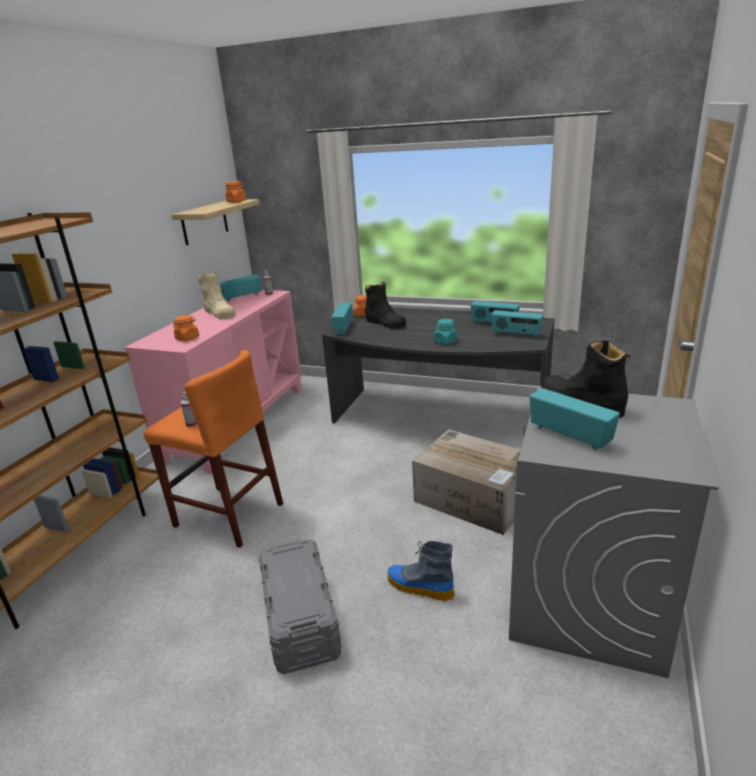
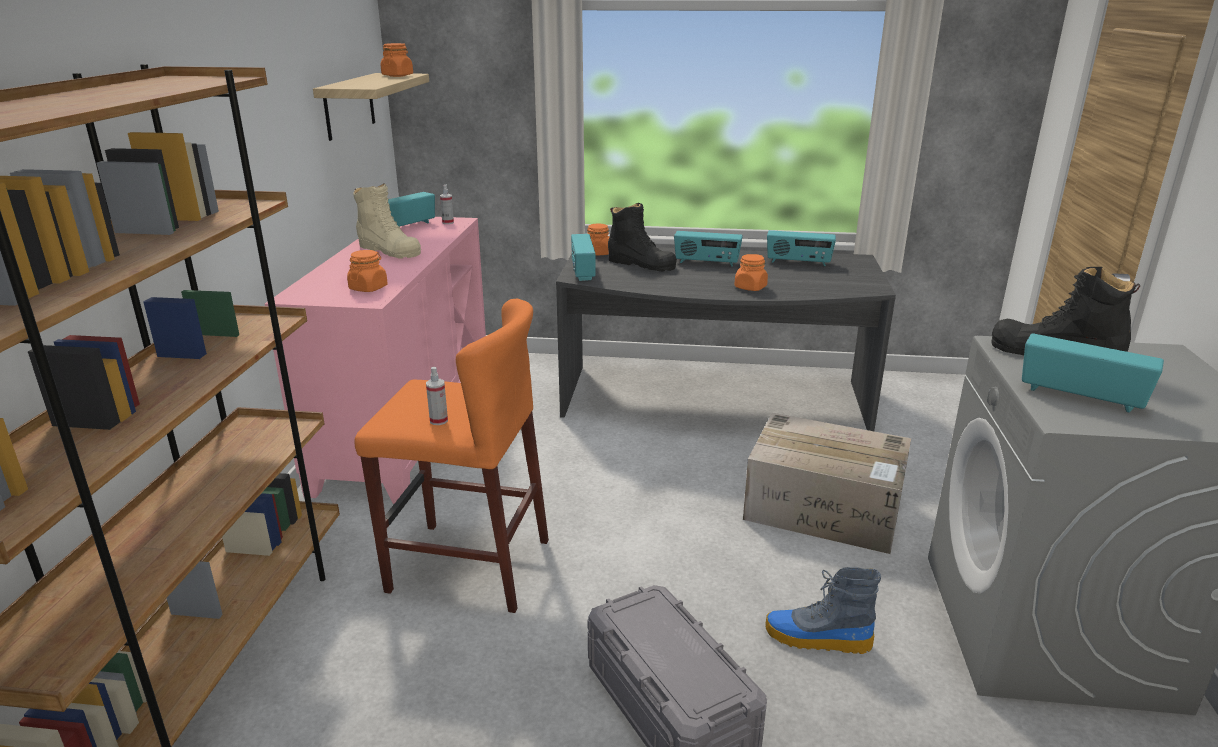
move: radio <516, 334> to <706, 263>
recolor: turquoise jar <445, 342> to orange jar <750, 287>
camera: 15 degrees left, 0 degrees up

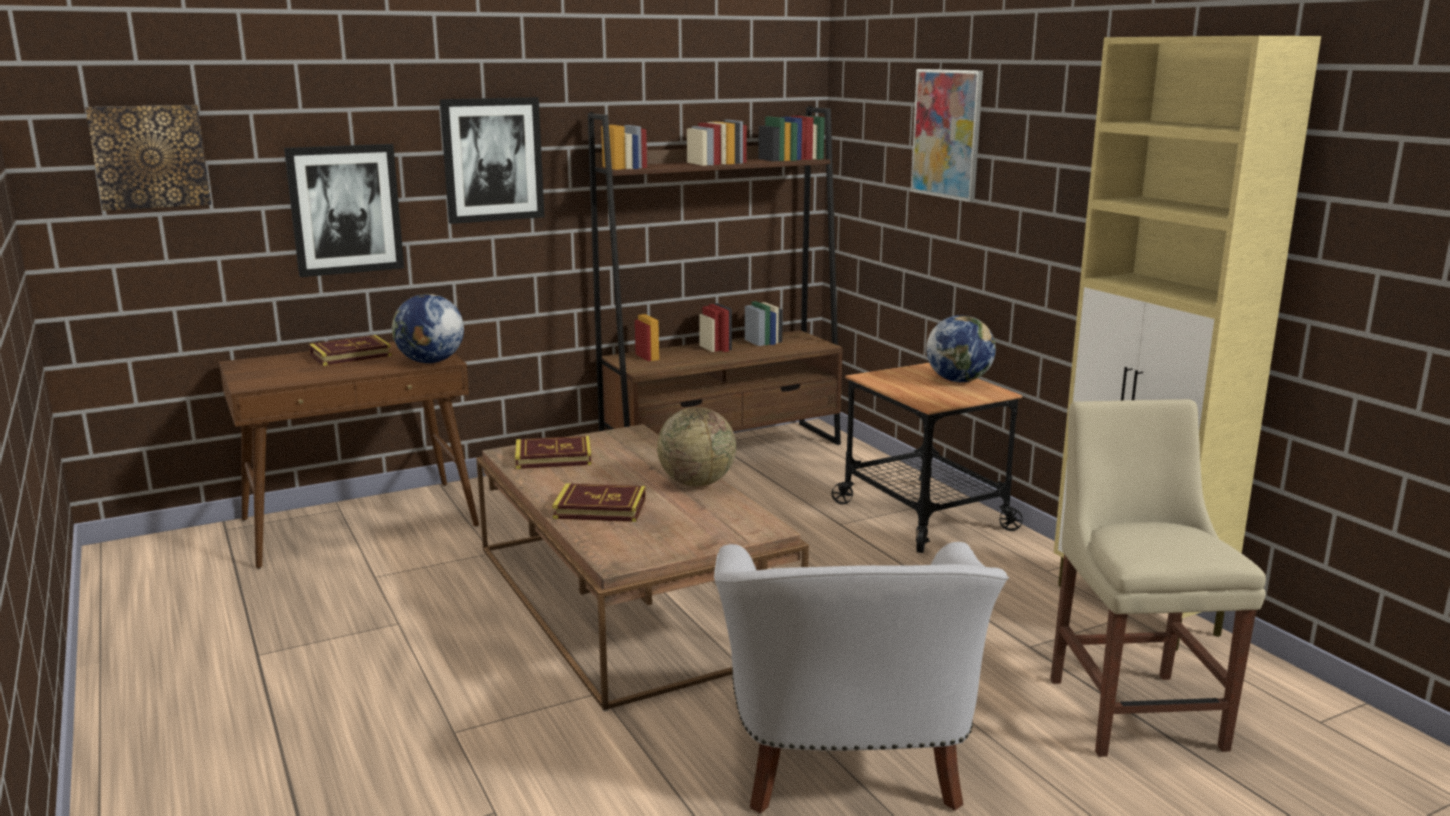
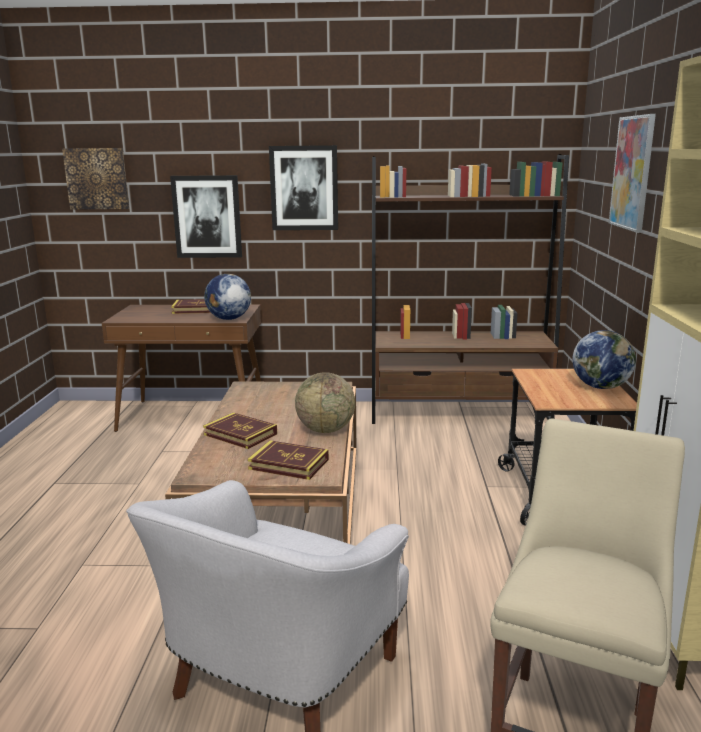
move: book <553, 457> to <289, 464>
camera: 30 degrees right, 0 degrees up

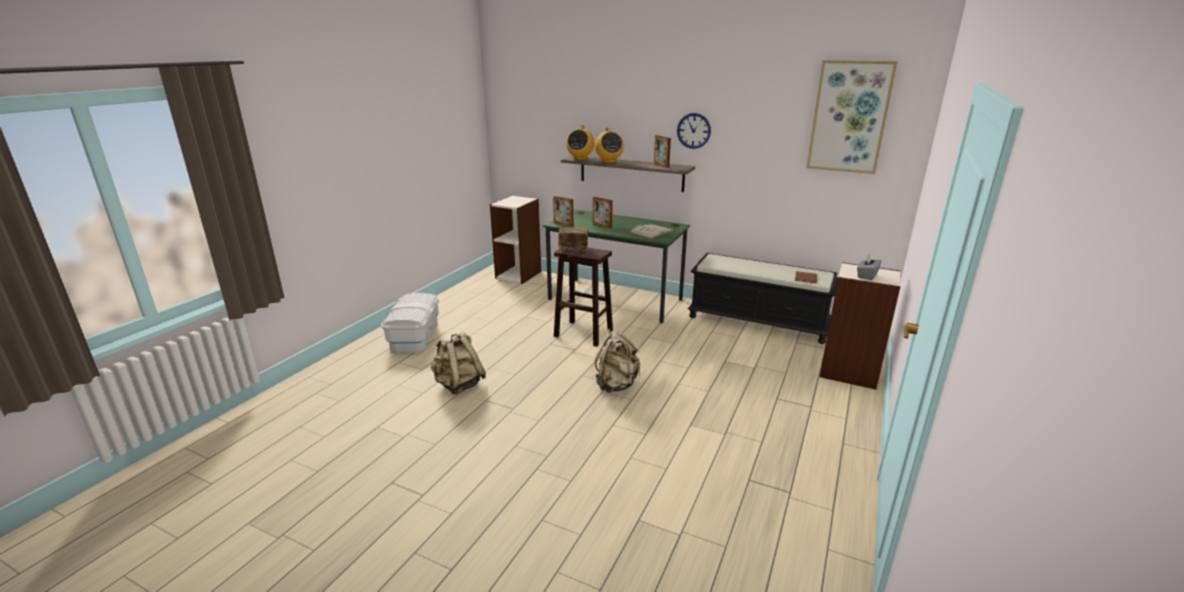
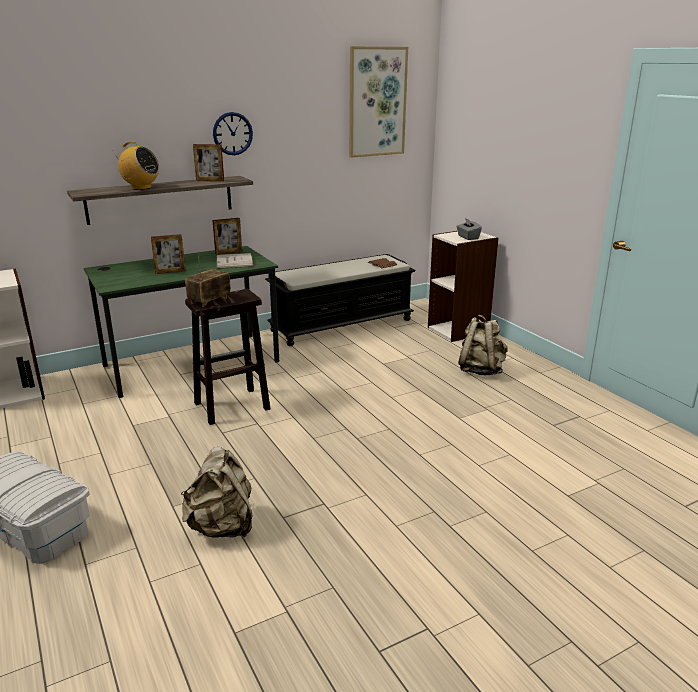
delete: radio <580, 158>
move: picture frame <563, 224> to <228, 252>; beige backpack <616, 385> to <480, 370>
camera: 55 degrees left, 0 degrees up

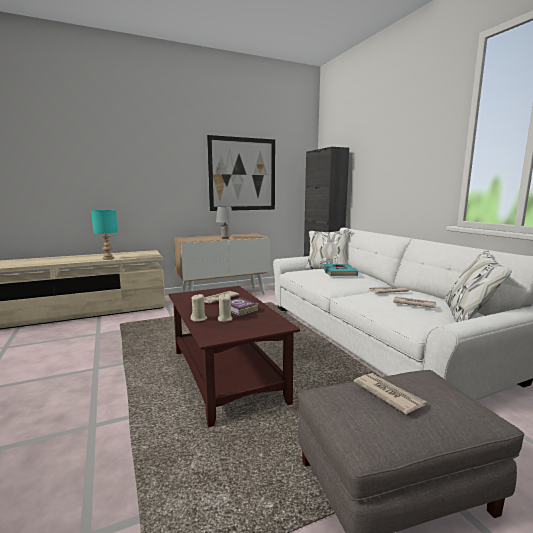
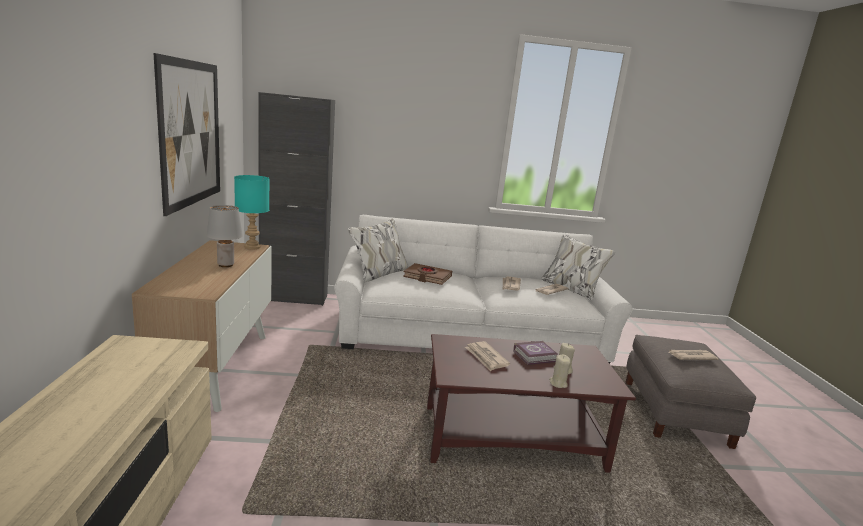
move: turquoise table lamp <108, 258> to <253, 247>
recolor: turquoise book <339, 273> to brown book <427, 277>
camera: 70 degrees left, 5 degrees up

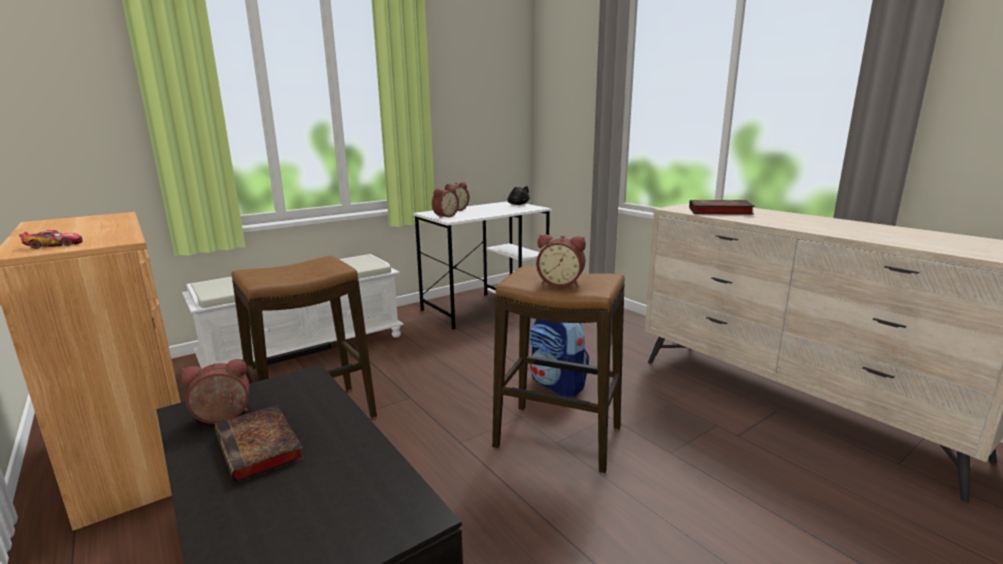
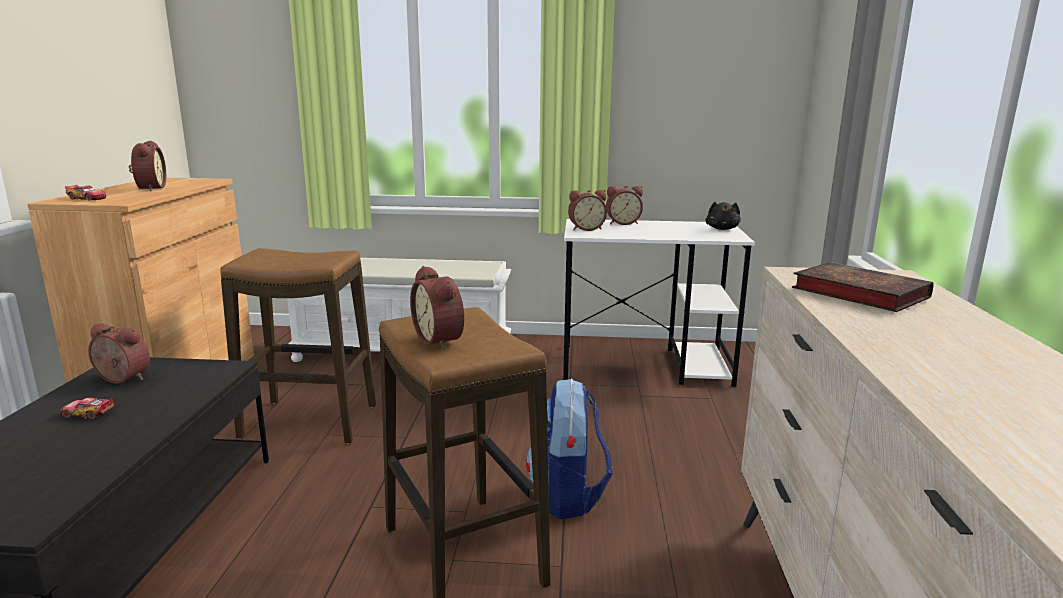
insert: alarm clock <149, 188>
replace: book <260, 448> to toy car <87, 414>
camera: 40 degrees right, 0 degrees up

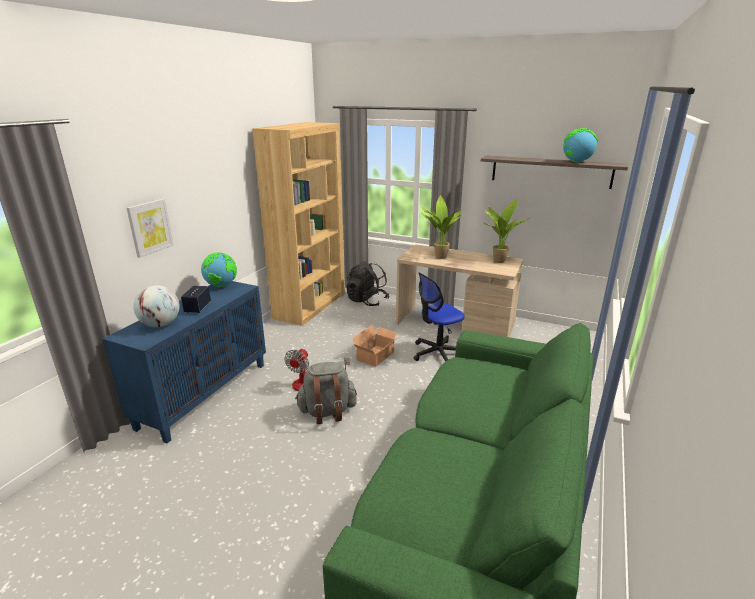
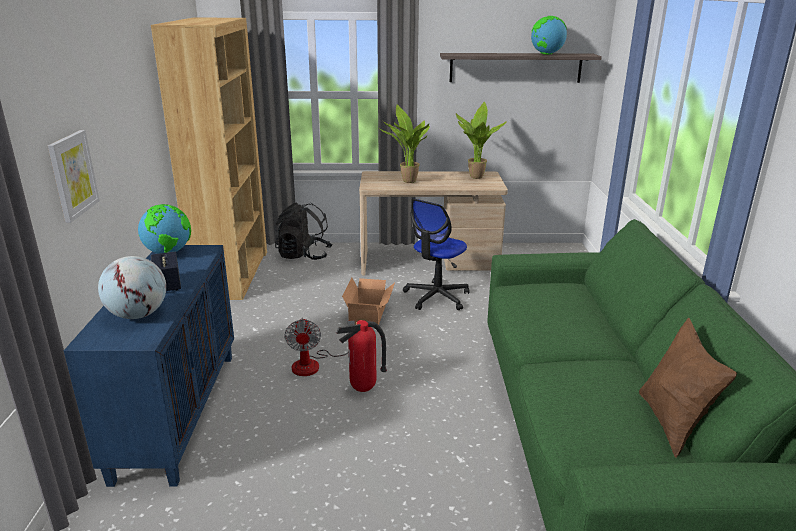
insert: brown pillow <672, 424>
replace: grey backpack <327, 412> to fire extinguisher <363, 389>
camera: 25 degrees left, 0 degrees up

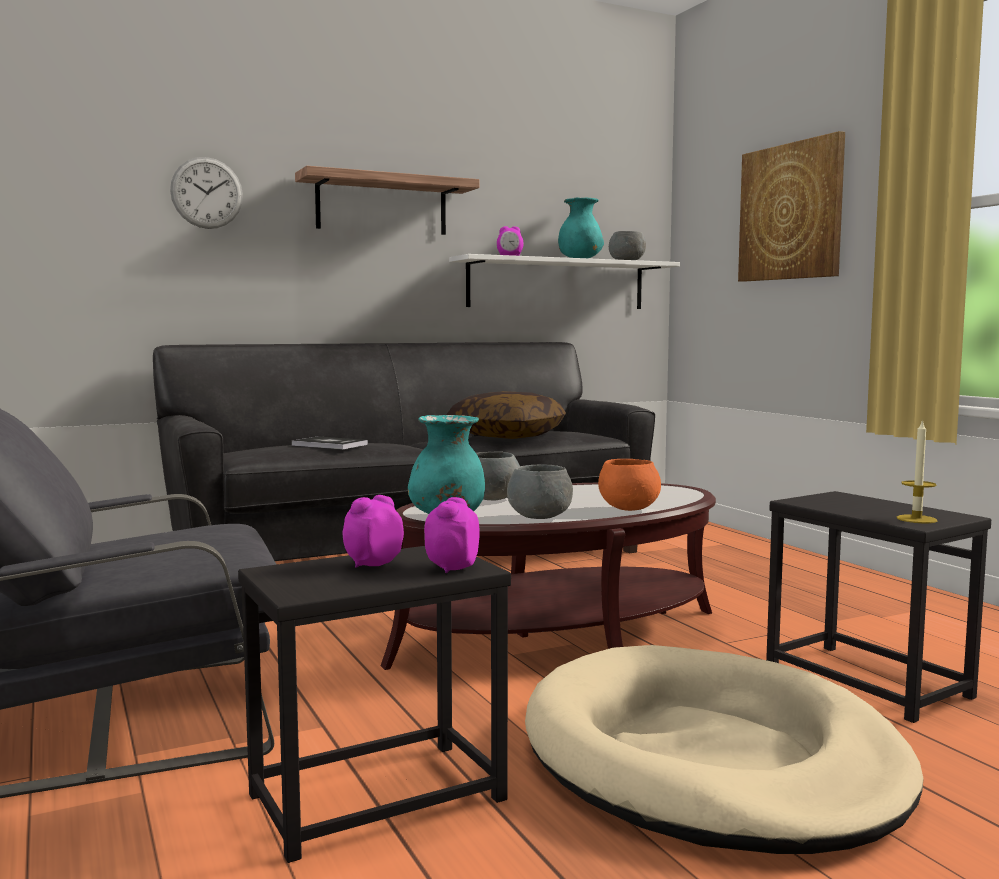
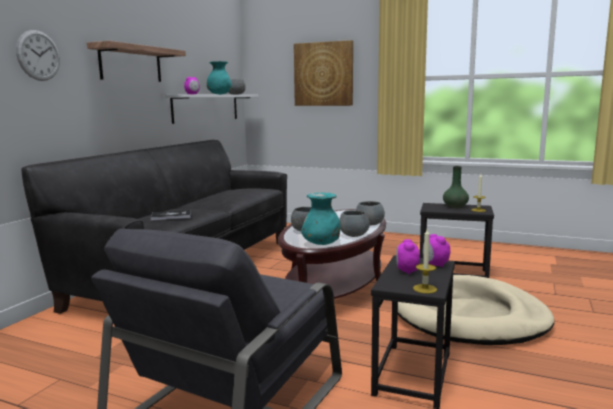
delete: pillow <507, 436>
insert: candle <425, 289>; green vase <455, 206>
recolor: orange bowl <629, 509> to grey bowl <370, 224>
camera: 40 degrees left, 5 degrees up

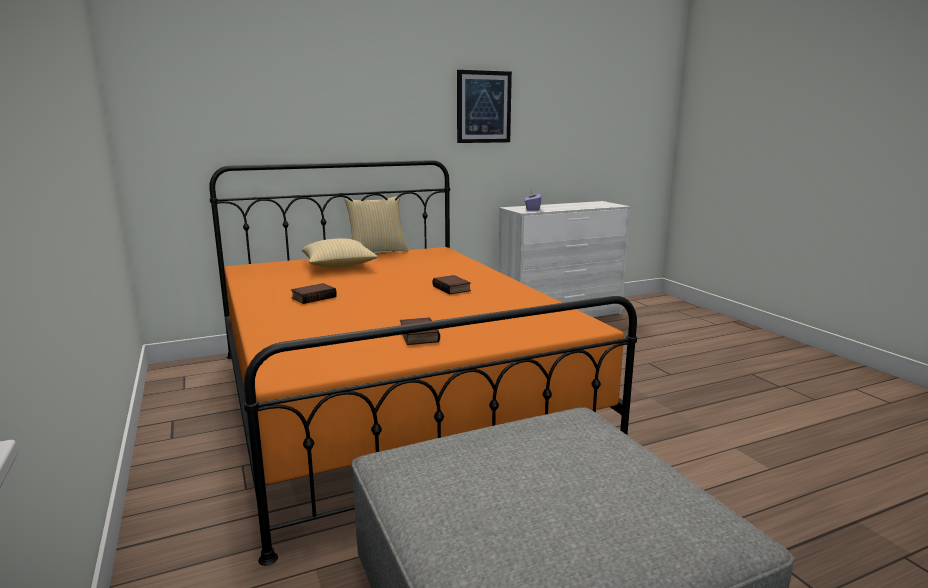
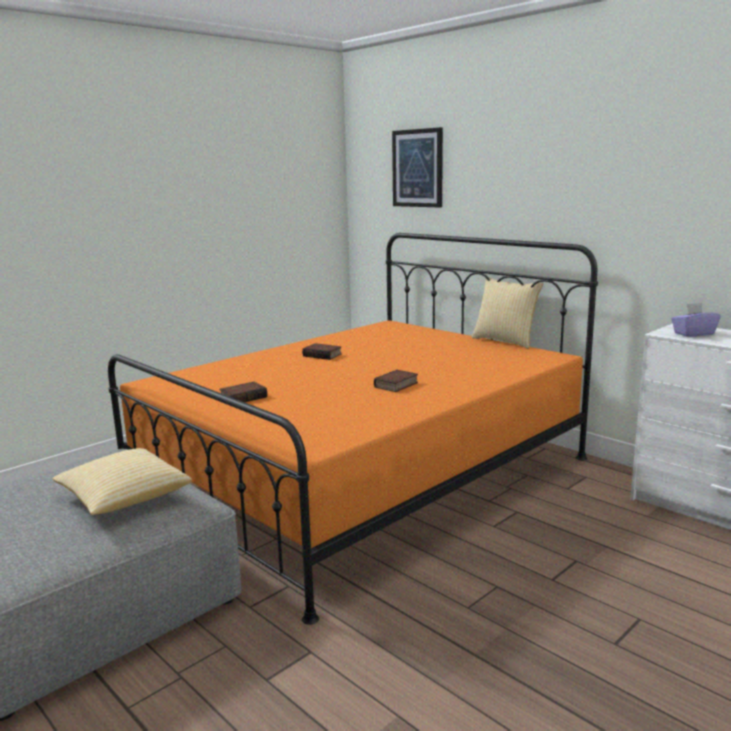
move: pillow <339, 266> to <124, 498>; picture <483, 107> to <417, 168>
camera: 70 degrees right, 0 degrees up

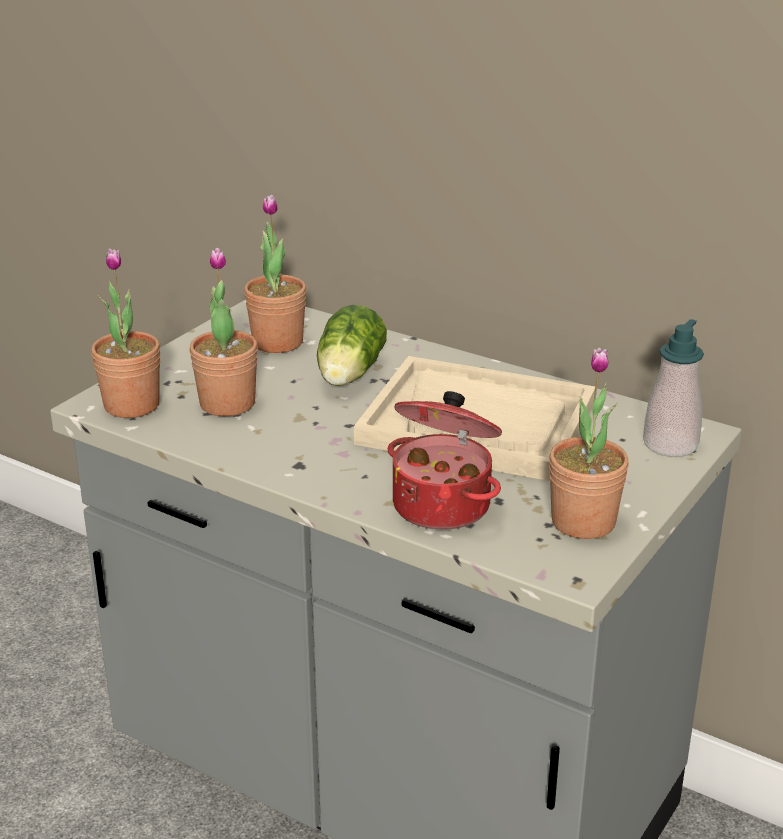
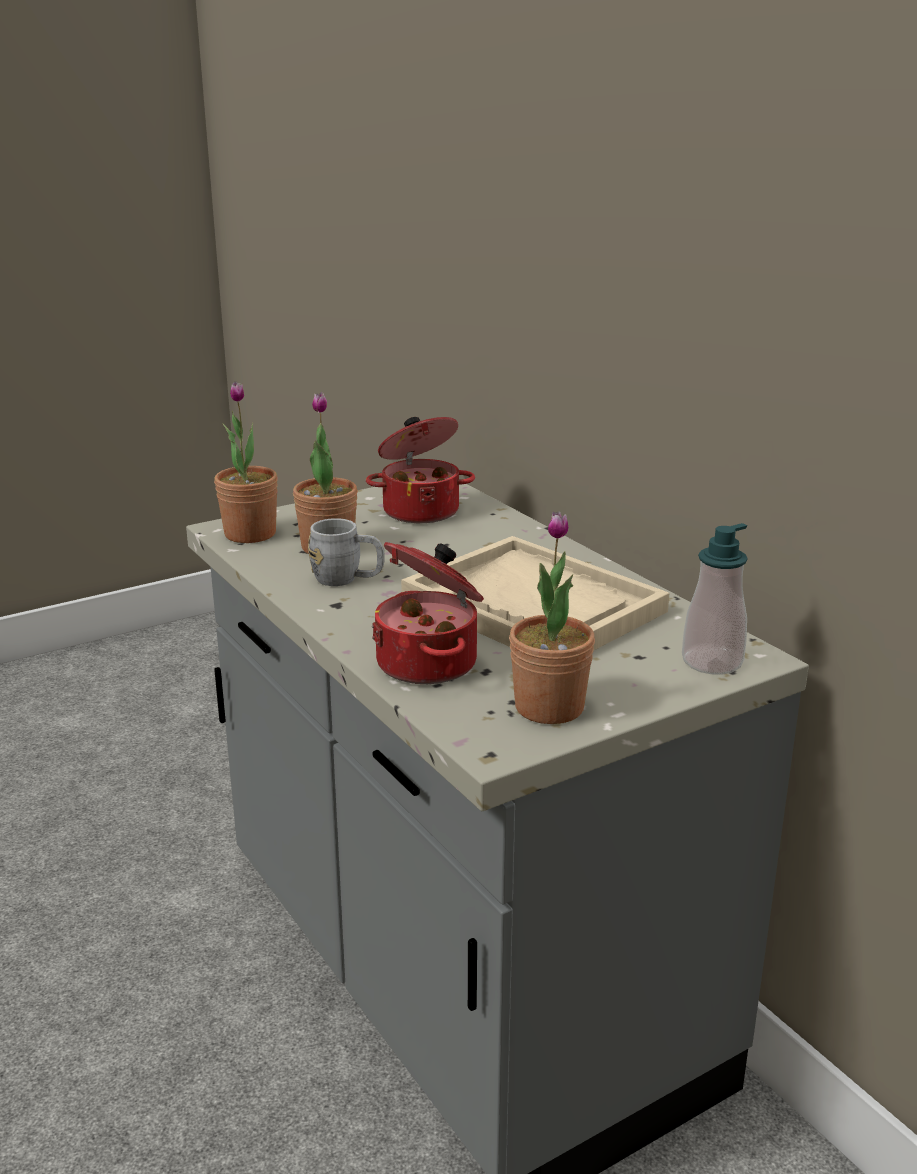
delete: lettuce <348, 375>
insert: grey mug <347, 579>
replace: potted plant <277, 342> to cooking pot <421, 510>
camera: 25 degrees right, 5 degrees down

